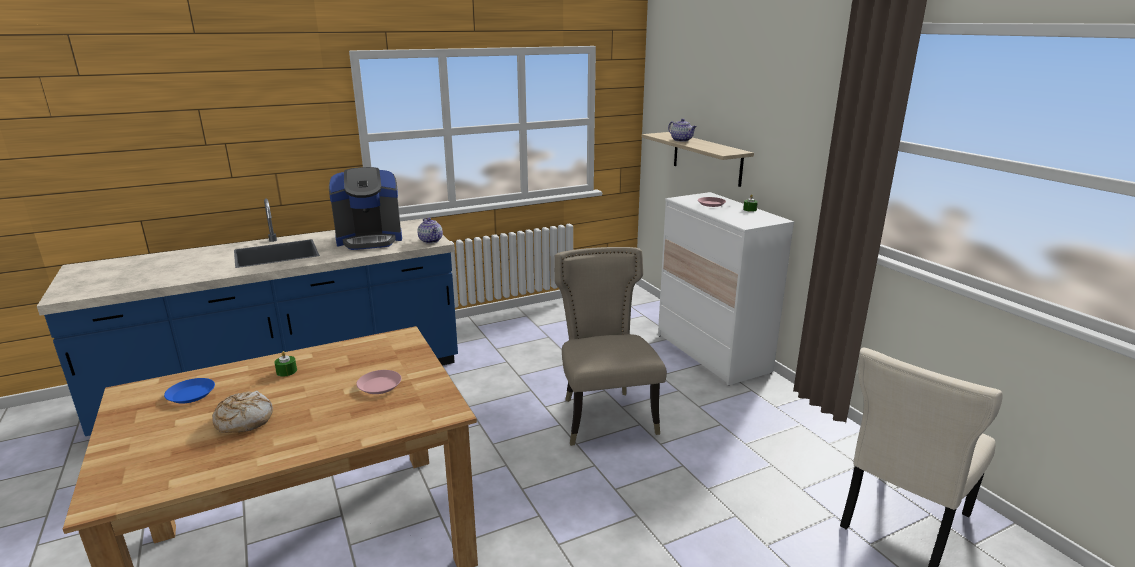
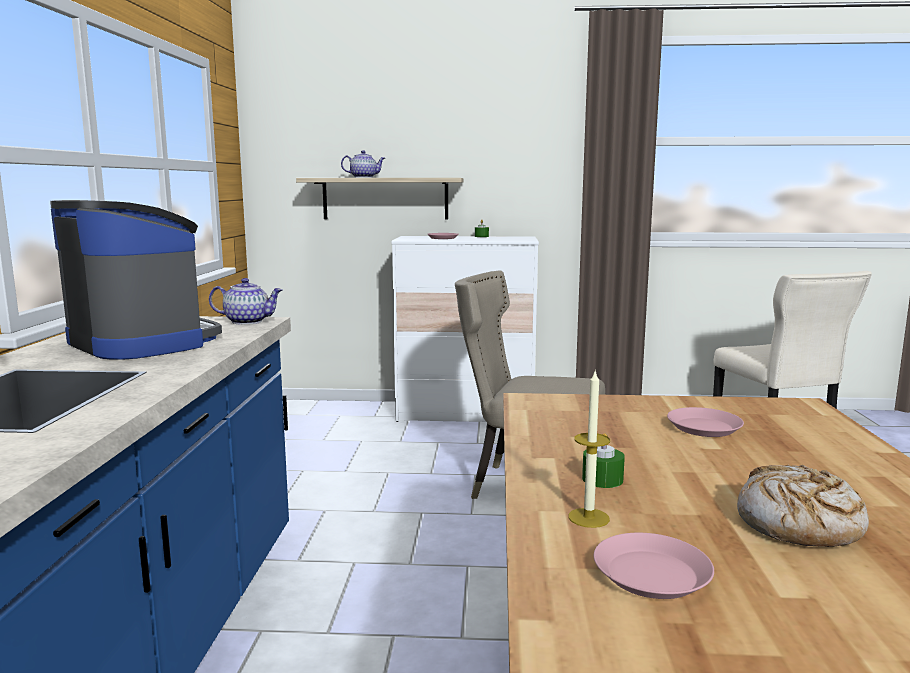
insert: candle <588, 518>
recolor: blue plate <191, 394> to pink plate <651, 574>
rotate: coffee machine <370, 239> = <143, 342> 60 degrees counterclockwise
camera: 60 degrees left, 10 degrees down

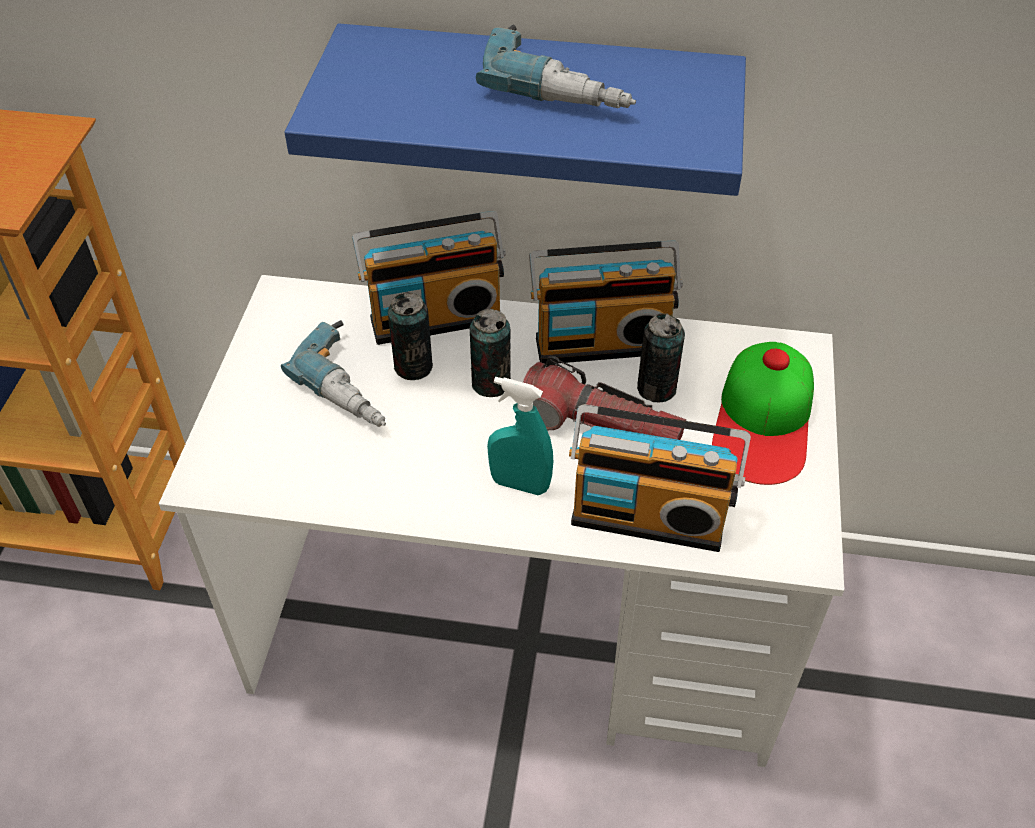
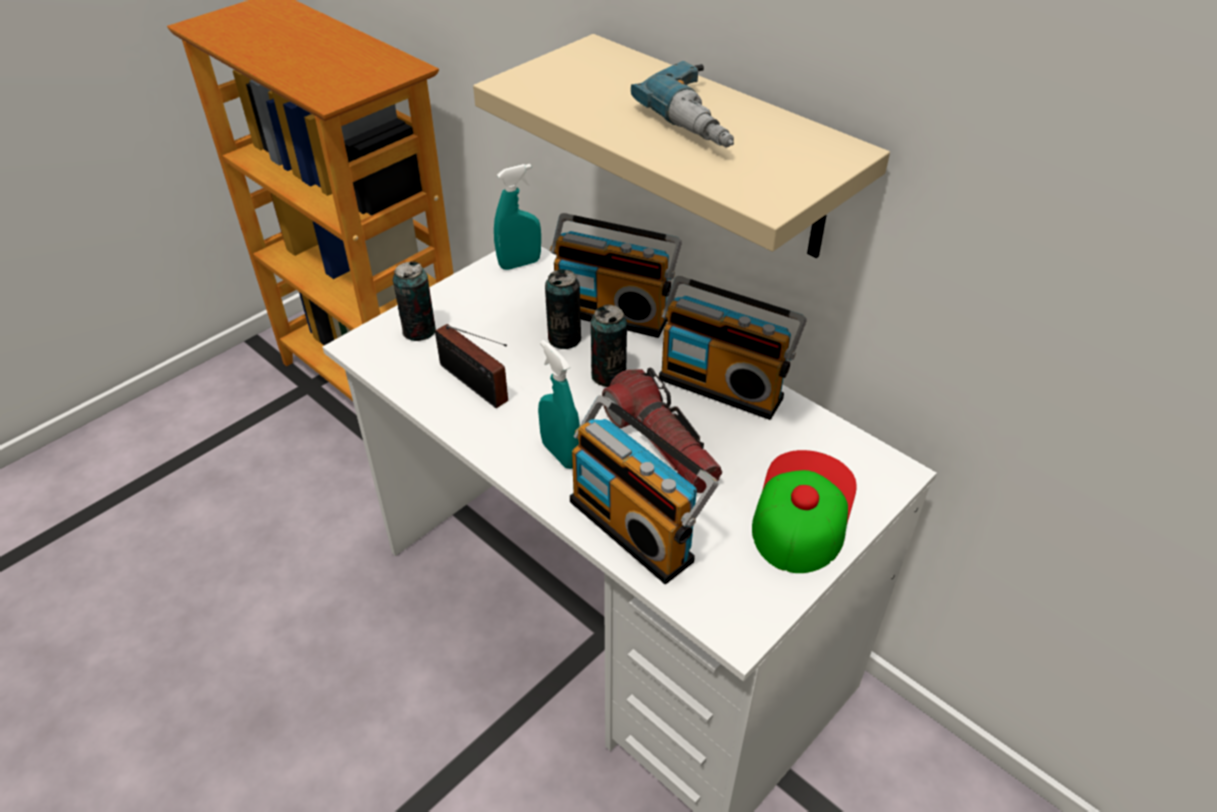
delete: power drill <354, 384>
insert: radio <476, 386>; turquoise spray bottle <520, 264>
move: can <656, 389> to <419, 331>
recolor: blue shelf <537, 105> to beige shelf <721, 149>
rotate: cap <763, 421> = <803, 508> 150 degrees clockwise
camera: 35 degrees right, 5 degrees down

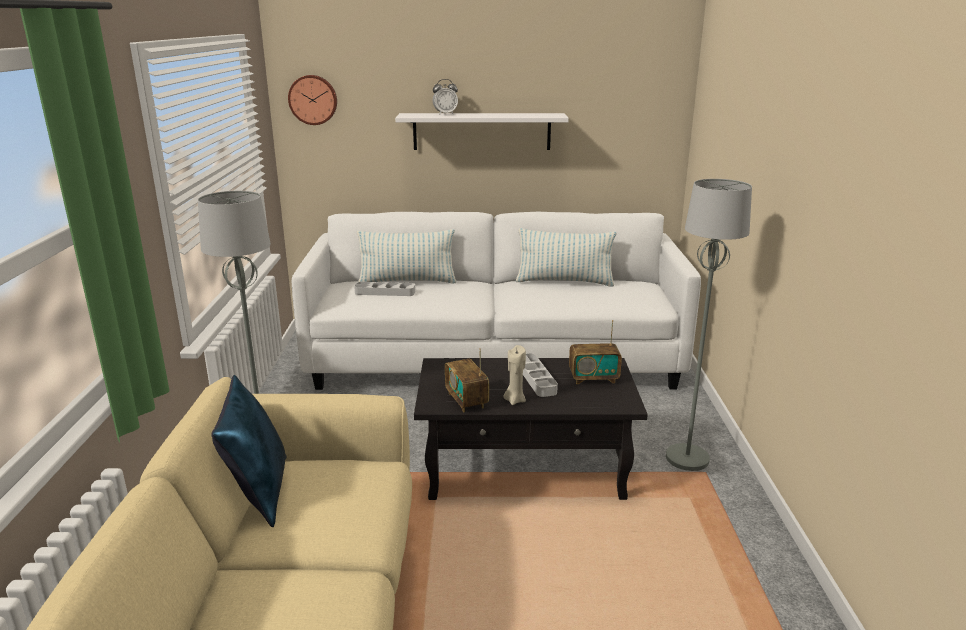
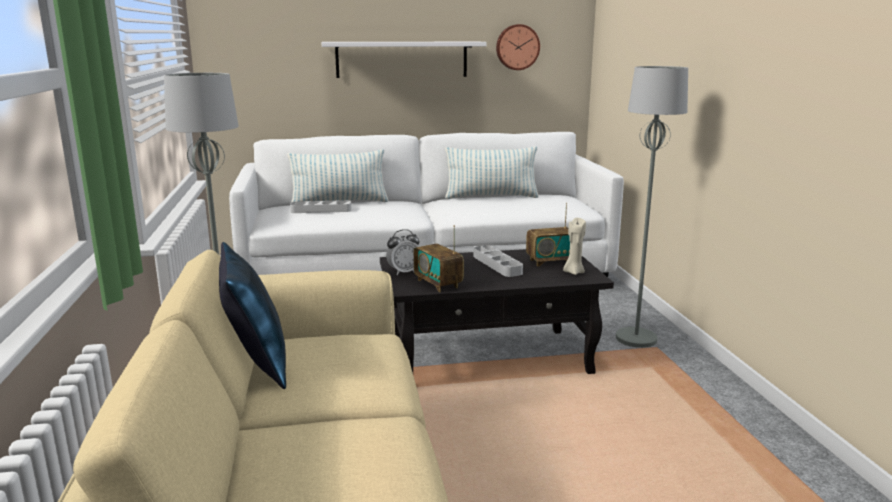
move: wall clock <313, 99> to <517, 47>; alarm clock <445, 114> to <403, 272>; beige candle <514, 400> to <573, 272>
camera: 10 degrees left, 5 degrees down

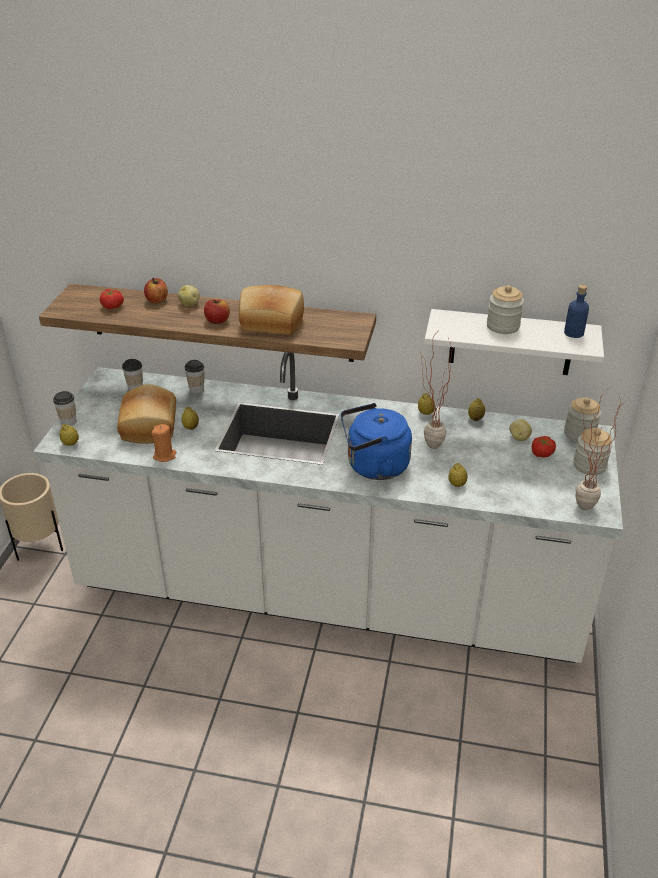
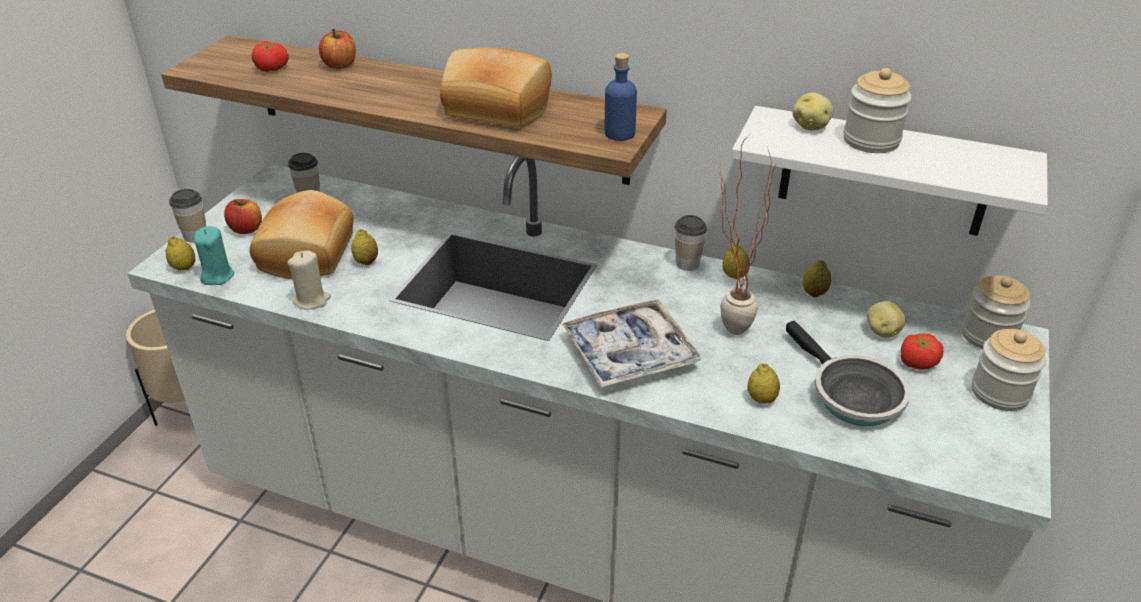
delete: potted plant <578, 509>
insert: turquoise candle <217, 276>; frying pan <851, 395>
move: potato <190, 303> to <810, 126>; cup <196, 389> to <687, 263>; apple <217, 321> to <246, 229>; blue bottle <573, 333> to <619, 133>
replace: blue kettle <374, 466> to tray <629, 353>
recolor: orange candle <165, 455> to beige candle <312, 300>
camera: 10 degrees right, 0 degrees up

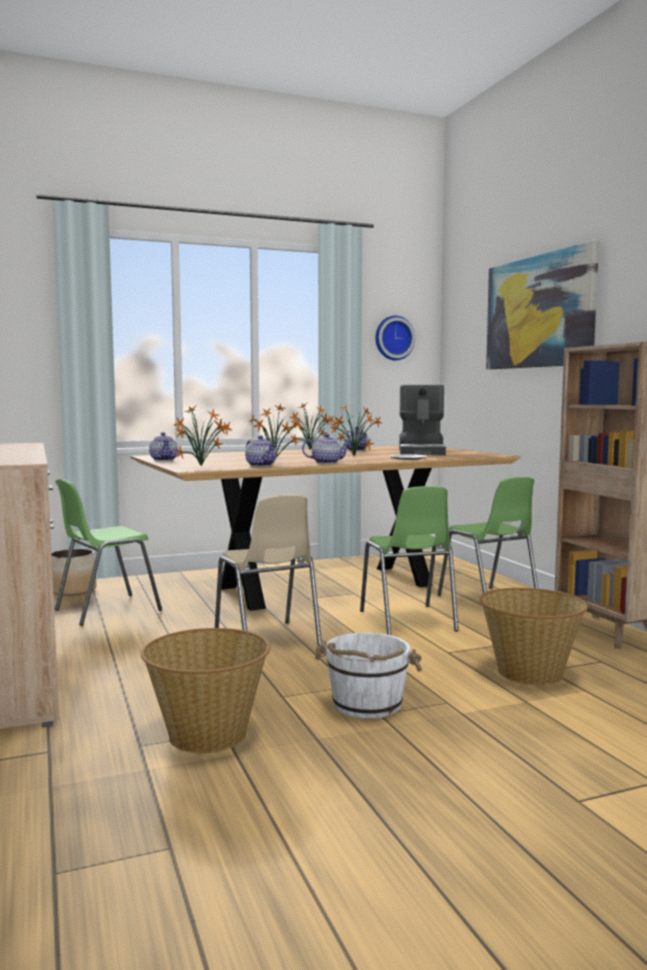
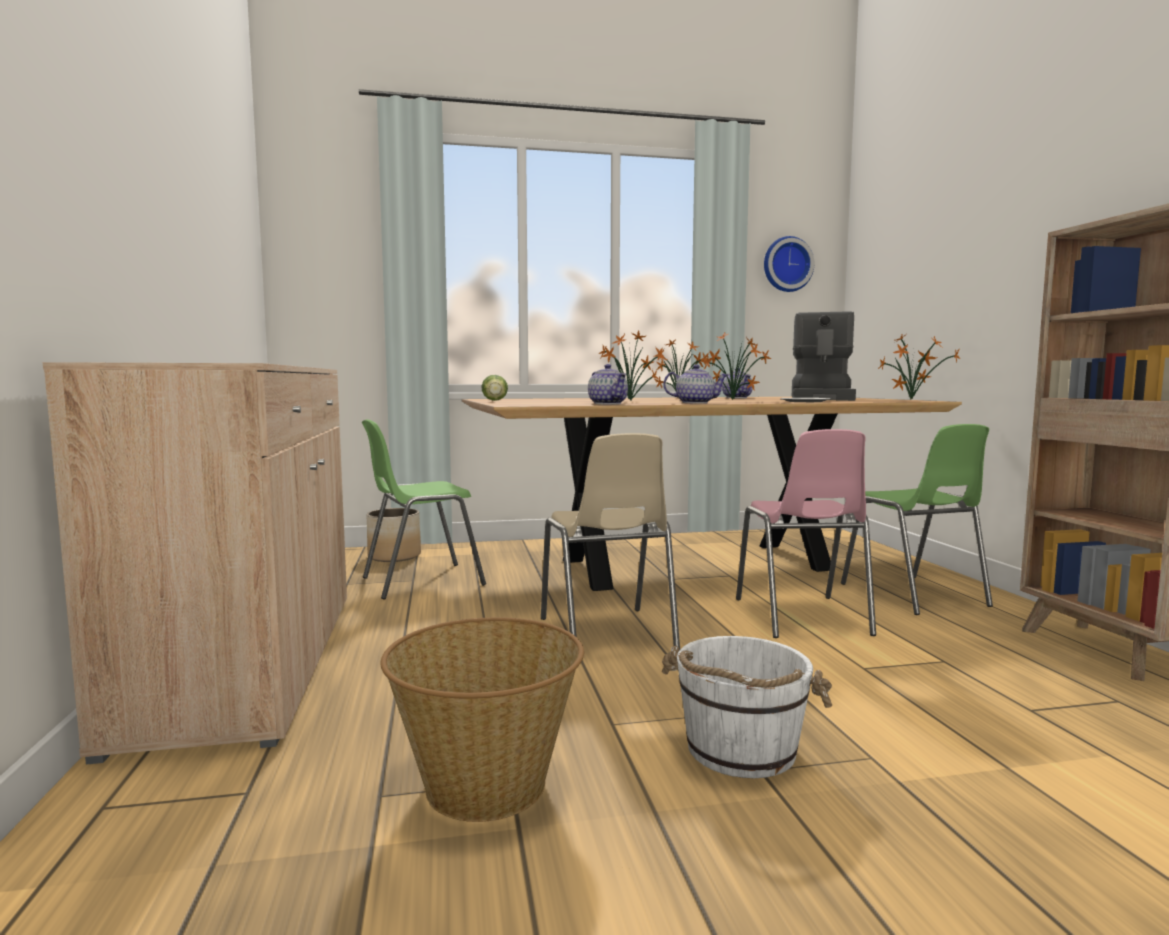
delete: basket <530, 672>; picture <539, 312>
move: potted plant <202, 466> to <912, 400>
replace: teapot <164, 460> to lettuce <495, 400>
recolor: green chair <408, 621> to pink chair <802, 617>
camera: 10 degrees right, 0 degrees up

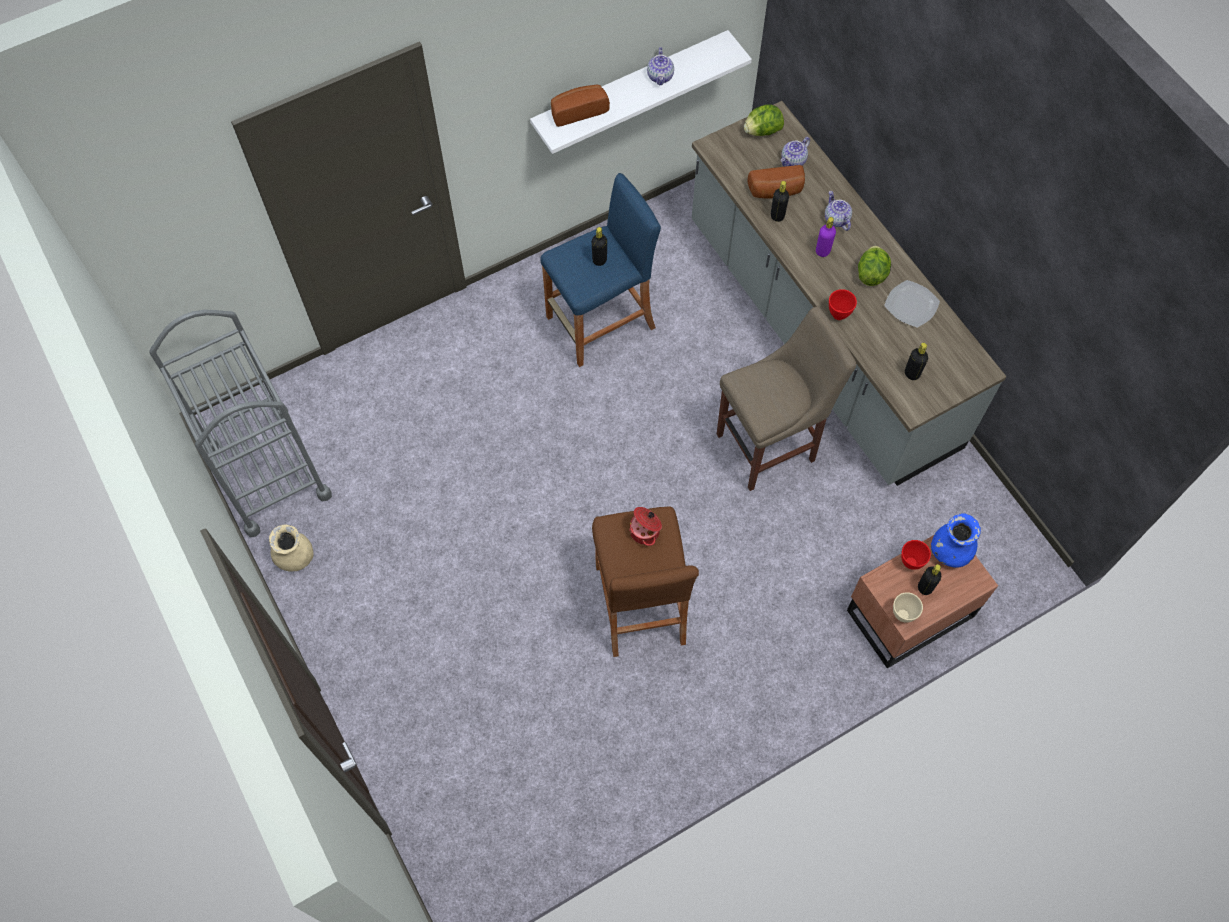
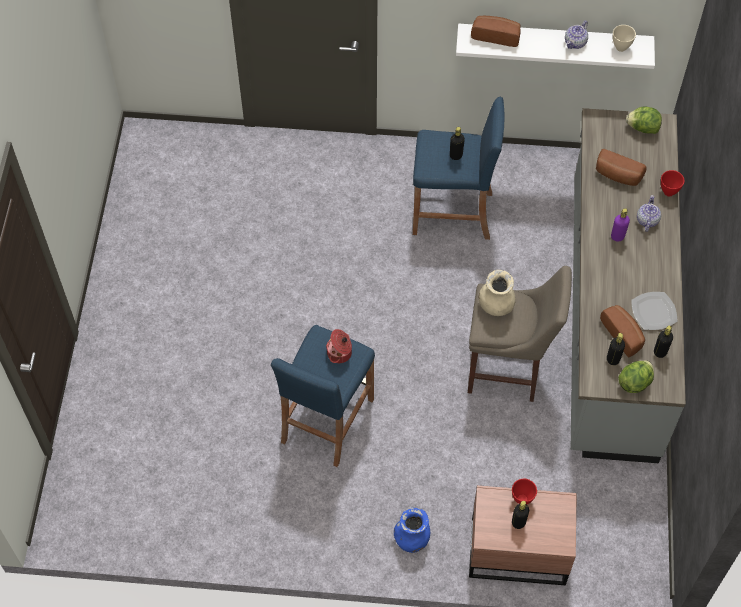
delete: grey cart <267, 471>; teapot <793, 161>
insert: bread <623, 334>
move: beige vase <295, 558> to <496, 305>; black bottle <777, 216> to <660, 352>; red bowl <838, 314> to <668, 191>; lettuce <871, 273> to <635, 382>; beige bowl <902, 615> to <620, 48>; blue vase <950, 551> to <412, 539>
recolor: brown stool <640, 604> to blue stool <327, 420>
camera: 35 degrees right, 5 degrees down

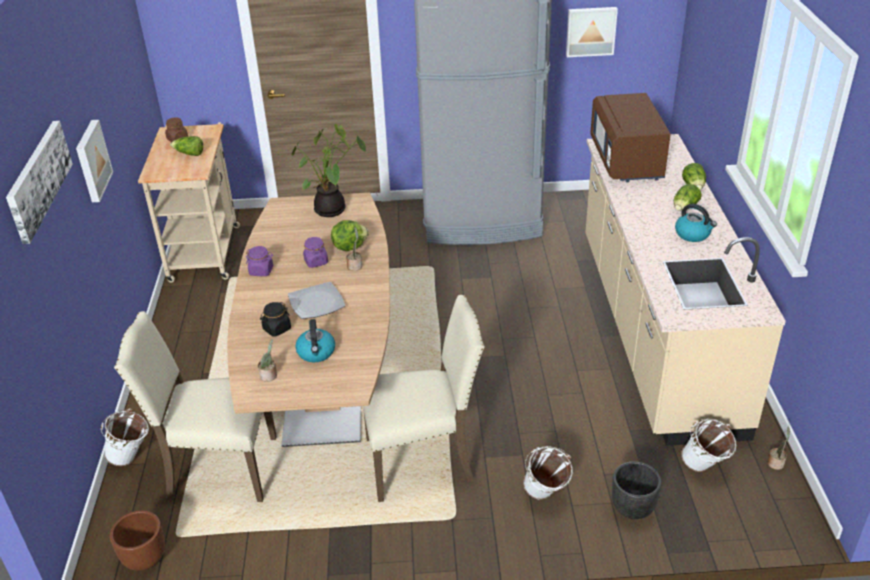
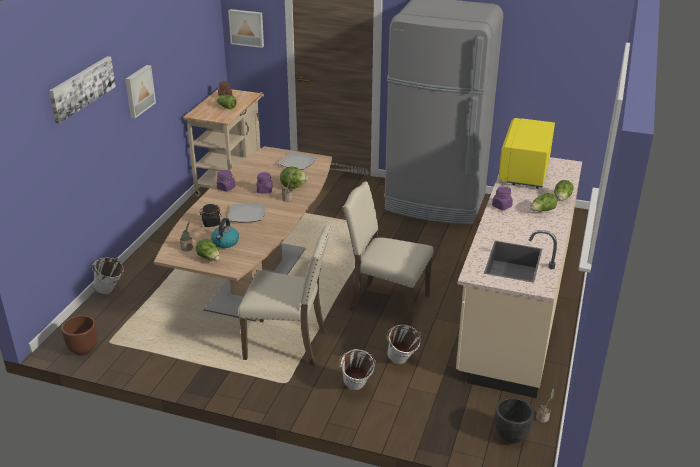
delete: kettle <693, 234>
insert: lettuce <209, 258>; purple jar <501, 206>
move: beige chair <219, 469> to <387, 303>; picture <590, 31> to <247, 27>; black planter <632, 510> to <510, 436>; white bucket <704, 468> to <401, 363>
replace: potted plant <331, 211> to plate <297, 162>
recolor: brown microwave <627, 161> to yellow microwave <525, 171>
camera: 20 degrees right, 5 degrees down

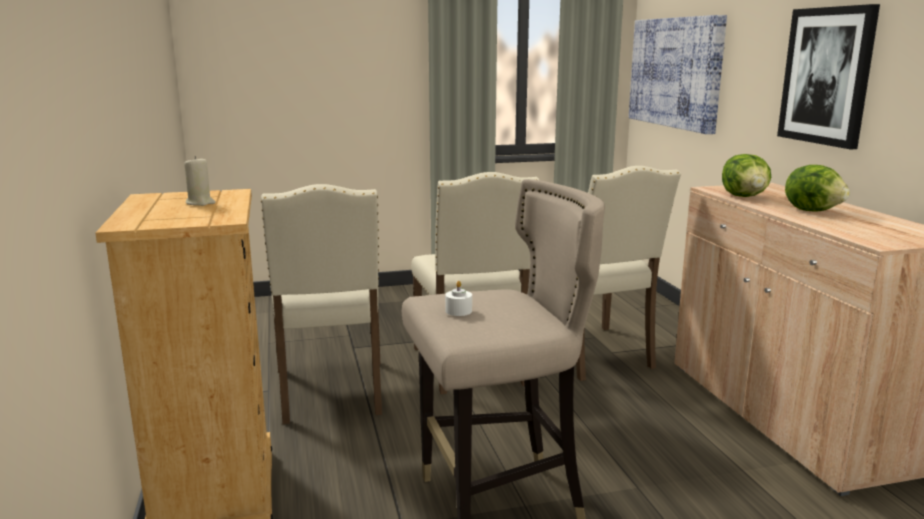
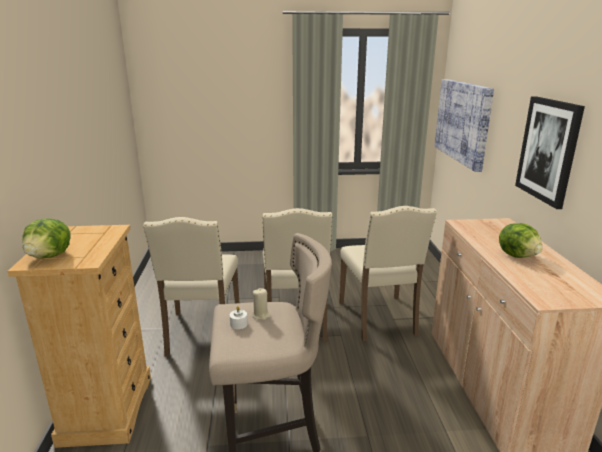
move: beige candle <200, 203> to <261, 315>; lettuce <745, 196> to <50, 256>
camera: 10 degrees right, 5 degrees up

